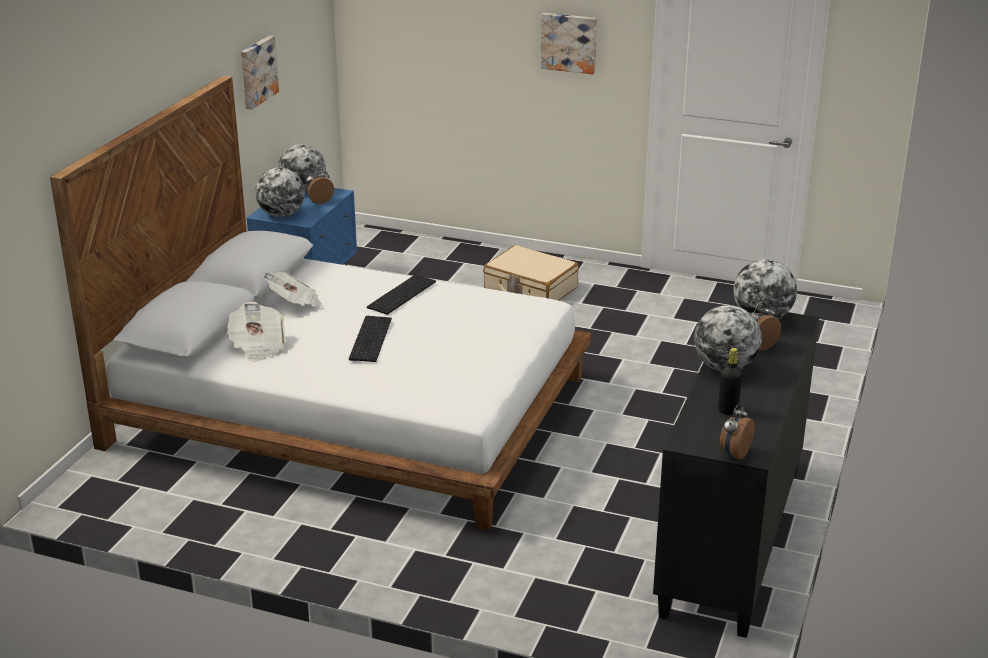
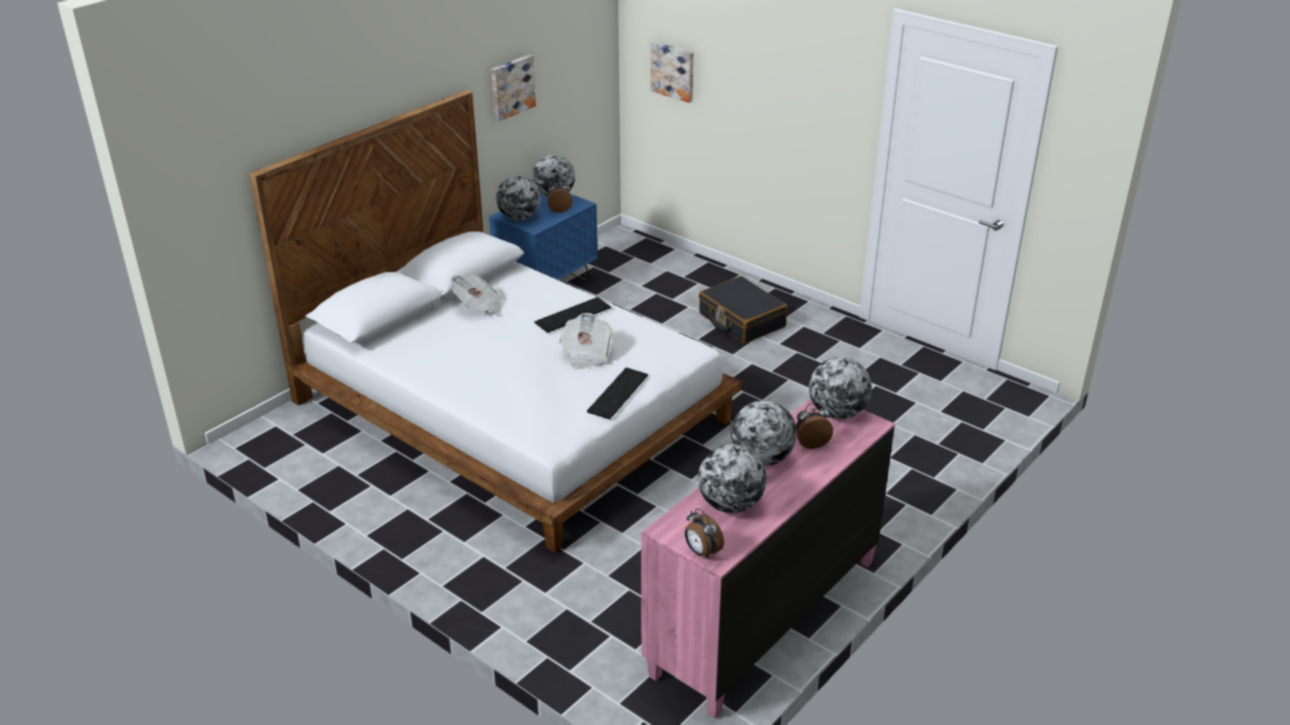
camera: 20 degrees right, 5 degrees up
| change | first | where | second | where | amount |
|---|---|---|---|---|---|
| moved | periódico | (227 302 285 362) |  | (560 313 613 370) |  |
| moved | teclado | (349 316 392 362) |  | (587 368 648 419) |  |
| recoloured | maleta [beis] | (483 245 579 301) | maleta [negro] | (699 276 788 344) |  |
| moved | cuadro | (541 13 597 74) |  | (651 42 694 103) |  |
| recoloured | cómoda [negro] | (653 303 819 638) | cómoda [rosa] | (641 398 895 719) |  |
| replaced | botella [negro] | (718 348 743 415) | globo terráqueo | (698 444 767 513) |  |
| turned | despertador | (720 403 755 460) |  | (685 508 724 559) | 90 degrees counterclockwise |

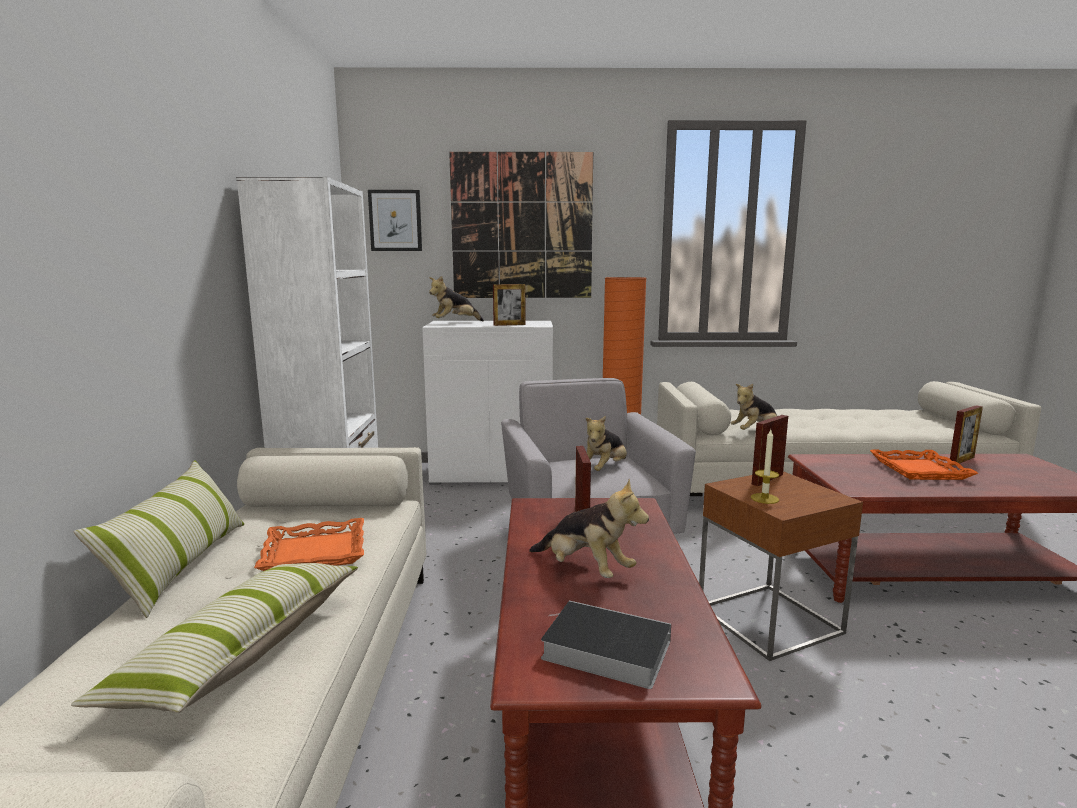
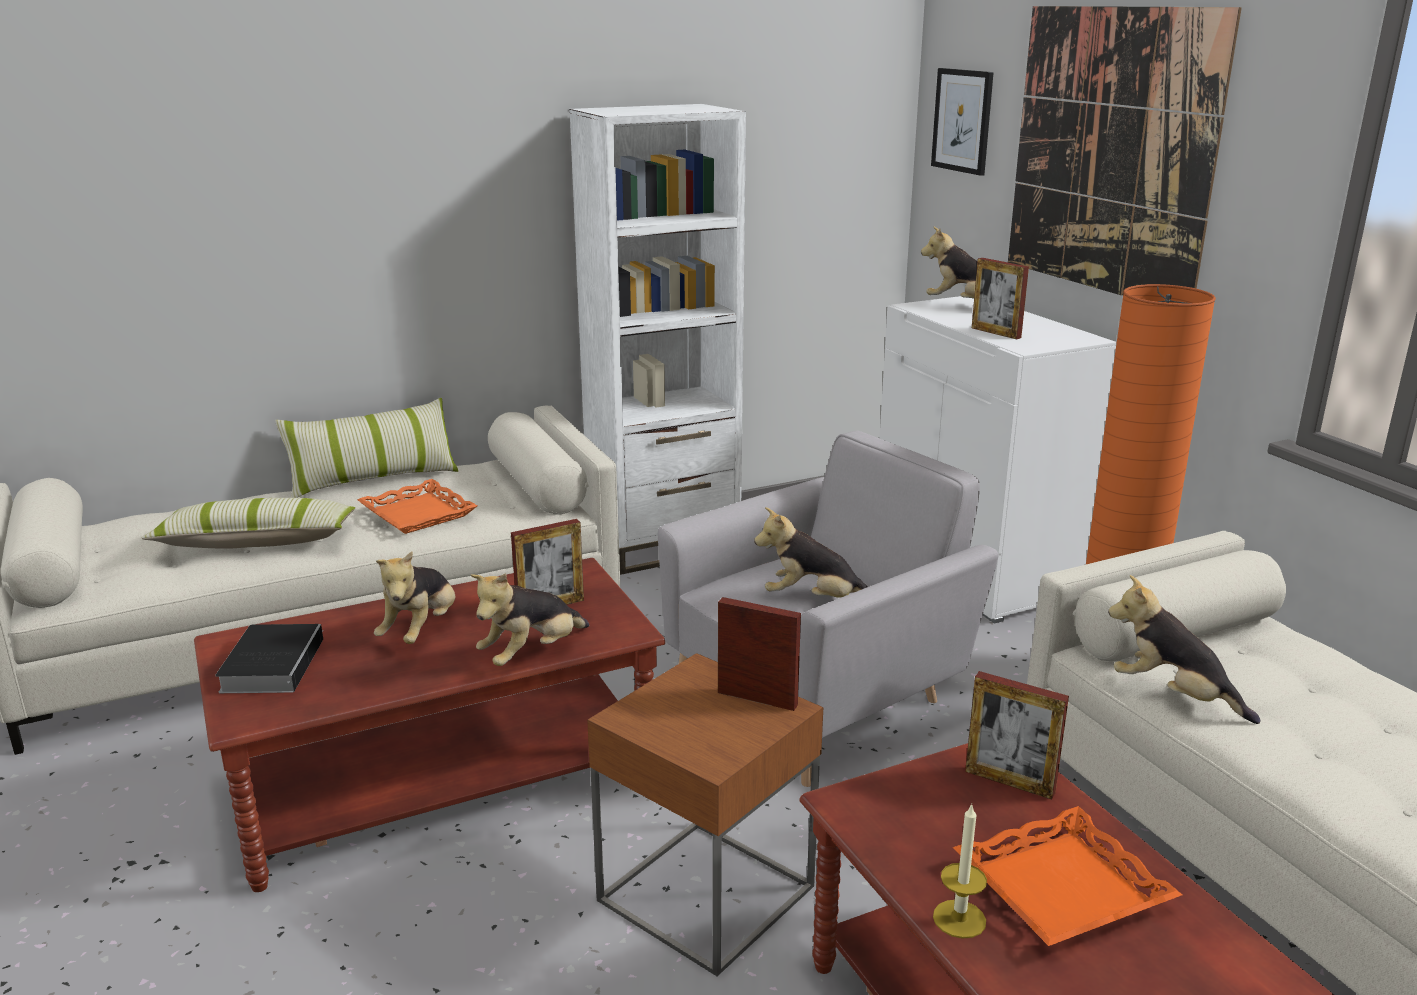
camera: 65 degrees right, 10 degrees up
| change | first | where | second | where | amount |
|---|---|---|---|---|---|
| moved | vela | (751 430 779 504) |  | (933 804 987 939) |  |
| moved | portarretratos | (950 405 983 464) |  | (965 671 1069 800) |  |
| added |  |  | peluche | (470 573 589 666) |  |

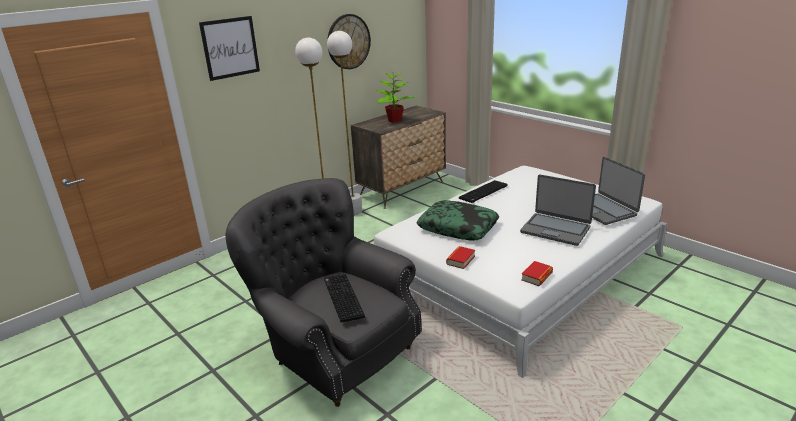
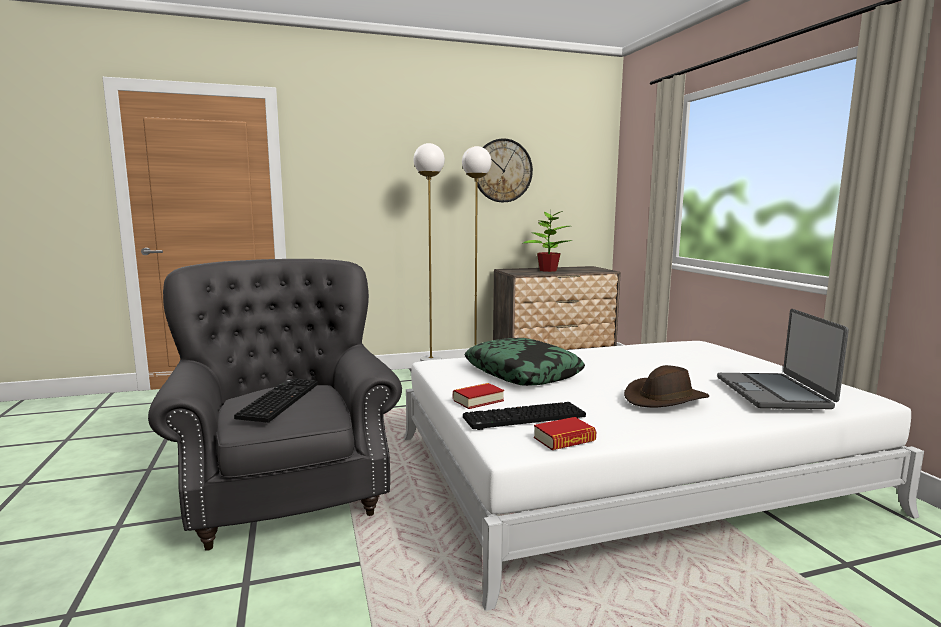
camera: 25 degrees right, 15 degrees down
| change | first | where | second | where | amount |
|---|---|---|---|---|---|
| removed | cuadro | (199 16 260 81) |  |  |  |
| moved | teclado | (459 180 508 203) |  | (463 402 586 430) |  |
| replaced | portátil | (520 175 596 246) | sombrero [marrón] | (624 365 709 408) |  |

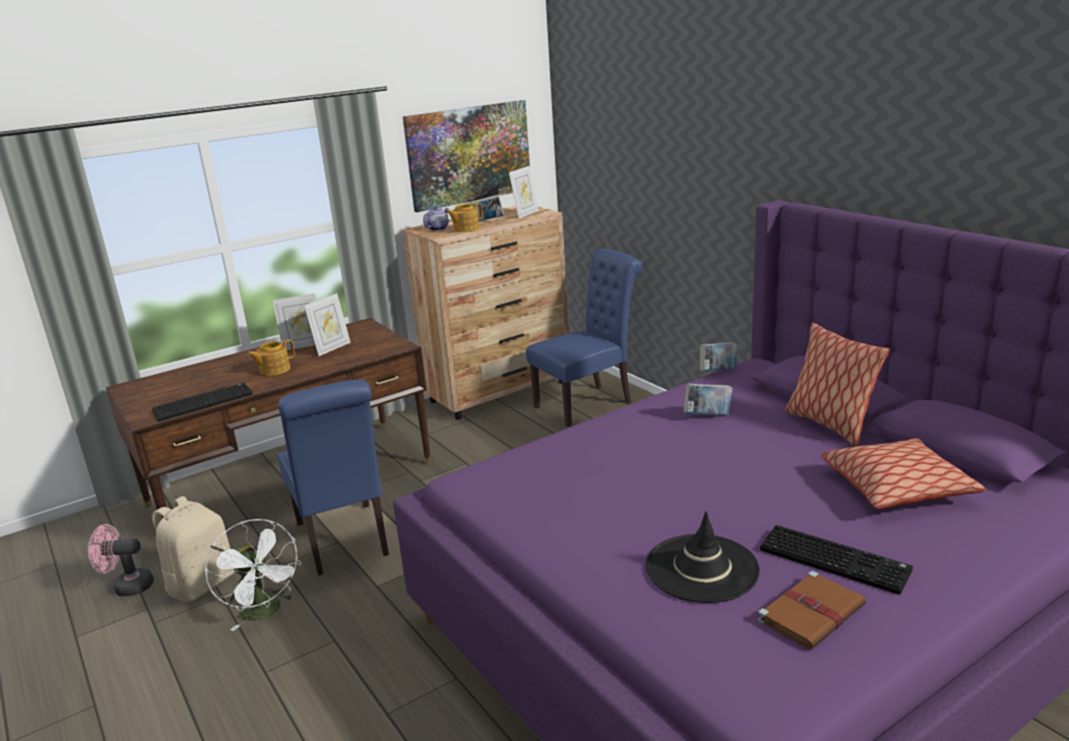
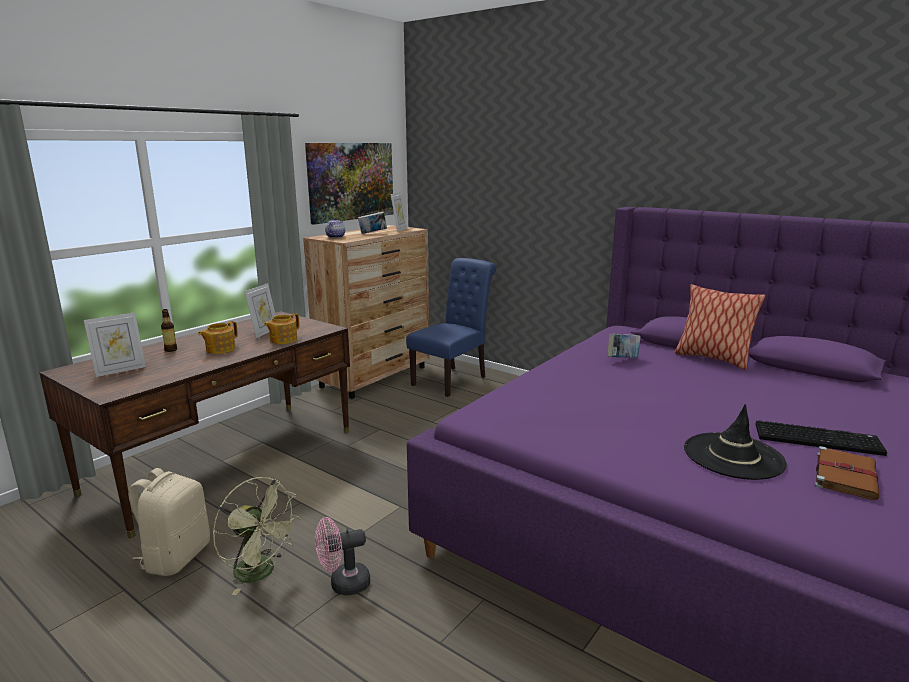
camera: 20 degrees left, 5 degrees down
| change | first | where | second | where | amount |
|---|---|---|---|---|---|
| moved | ventilador [rosa] | (88 524 154 596) |  | (315 517 370 596) |  |
| removed | teclado | (152 383 253 422) |  |  |  |
| recoloured | ventilador [blanco] | (205 519 301 631) | ventilador [verde] | (212 477 301 595) |  |
| moved | portarretratos | (273 293 316 350) |  | (84 312 146 377) |  |
| removed | silla [azul] | (277 380 389 576) |  |  |  |
| moved | tetera | (446 203 482 232) |  | (264 313 300 344) |  |
| removed | libro | (700 342 737 371) |  |  |  |
| removed | cojín | (821 438 986 509) |  |  |  |
| added |  |  | botella | (161 309 177 352) |  |

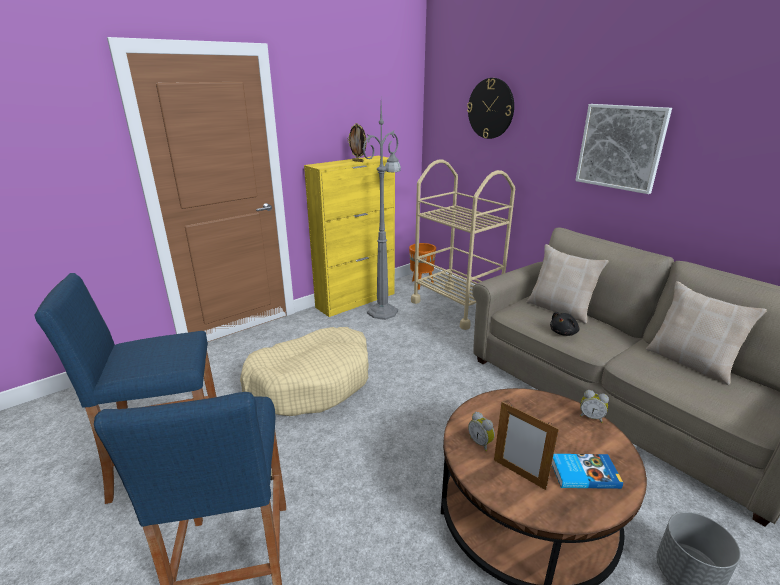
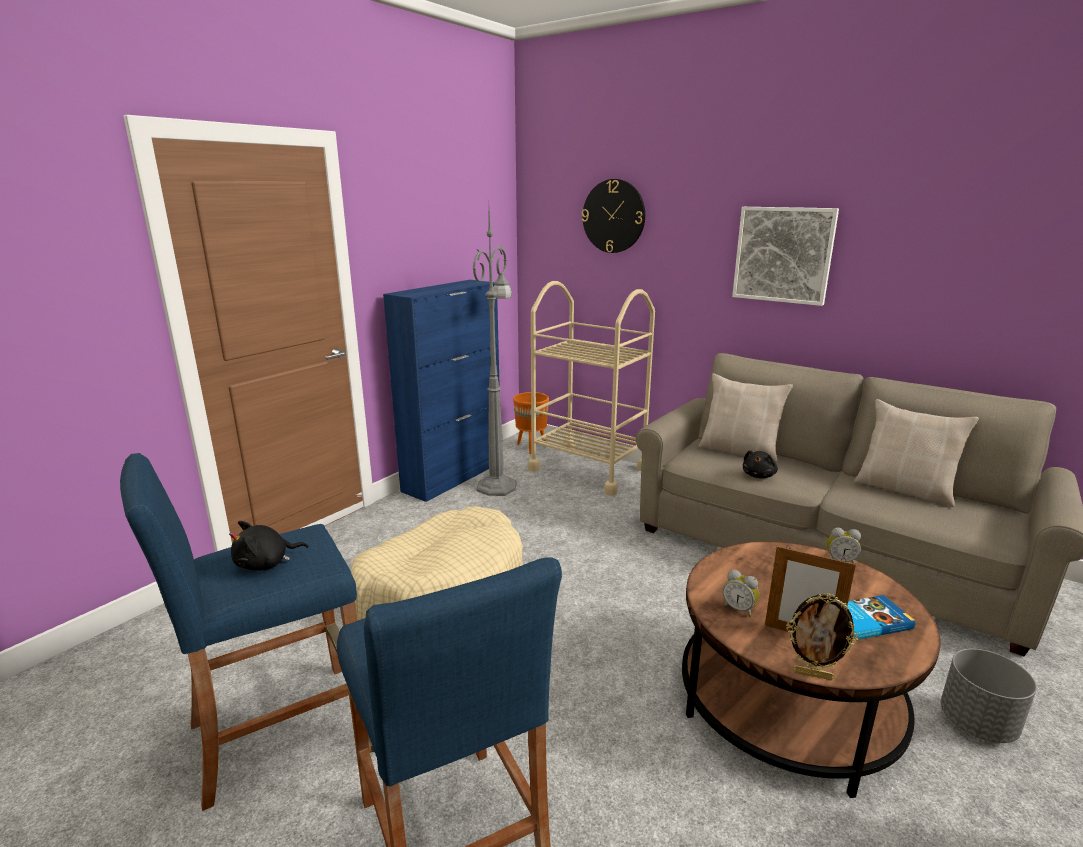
camera: 15 degrees left, 5 degrees down
| change | first | where | second | where | amount |
|---|---|---|---|---|---|
| recoloured | armario [amarillo] | (304 156 395 317) | armario [azul] | (383 280 500 502) |  |
| moved | portarretratos | (348 123 367 162) |  | (786 593 859 680) |  |
| added |  |  | peluche [negro] | (229 521 309 571) |  |

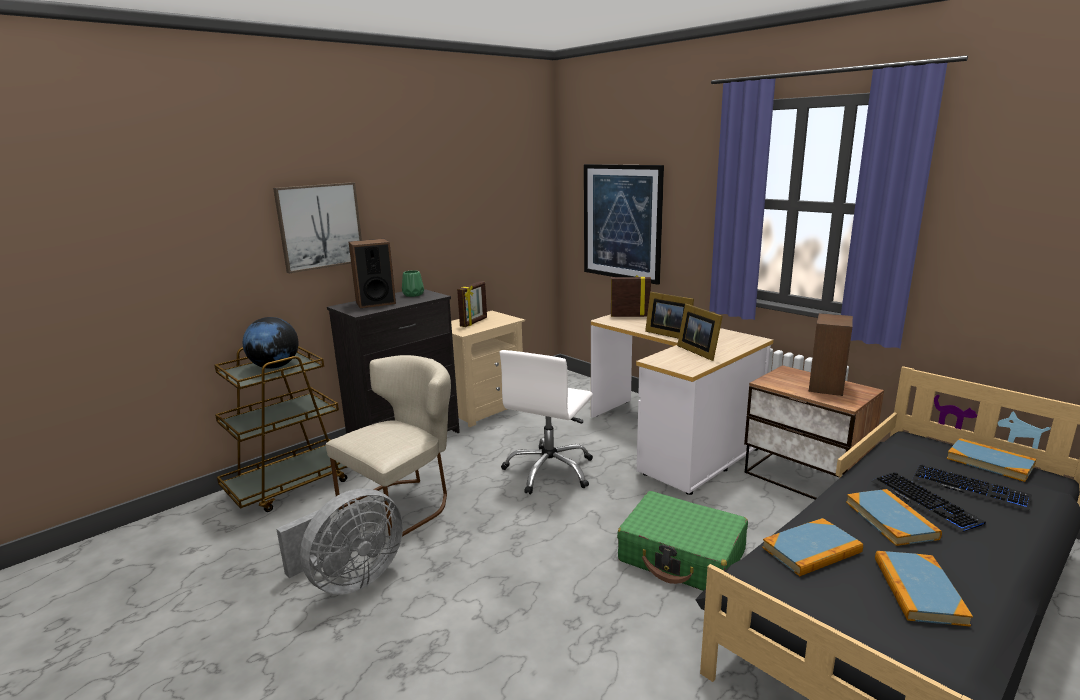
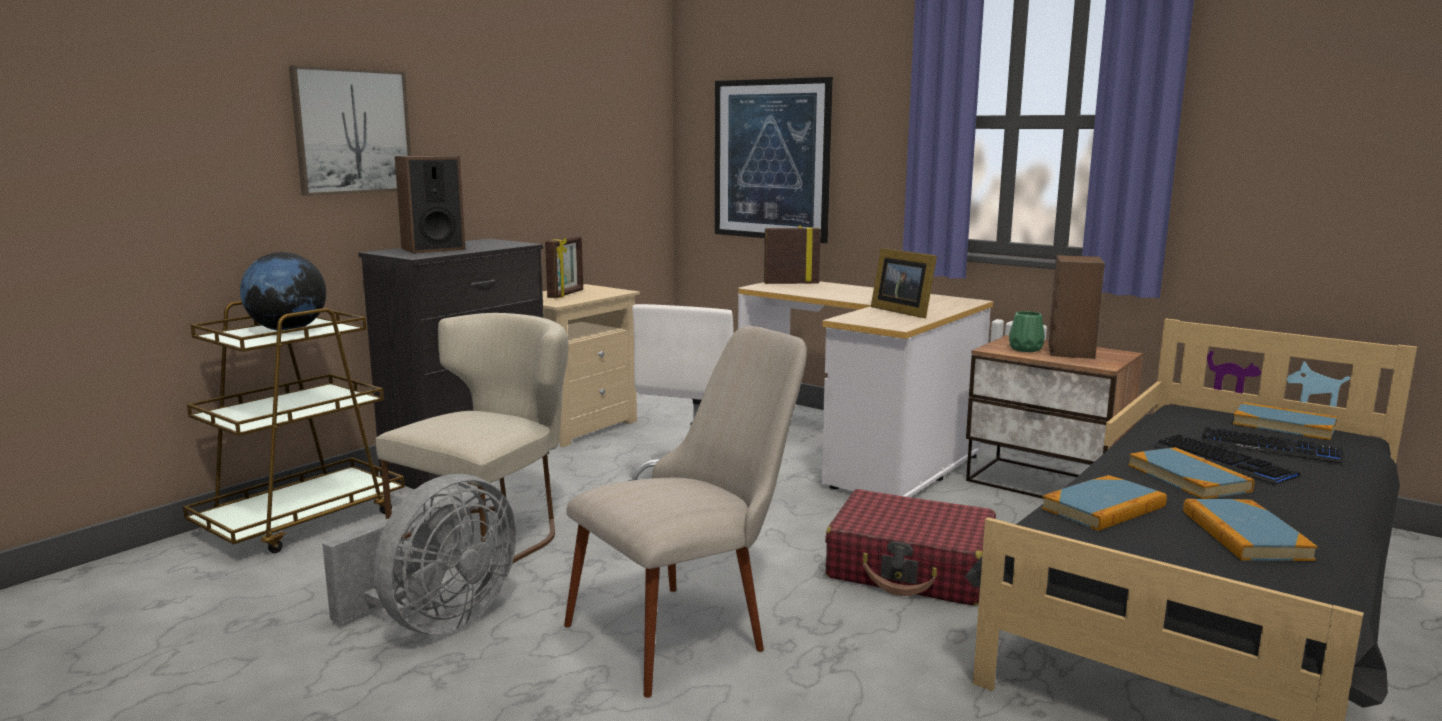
camera: 10 degrees left, 5 degrees down
| change | first | where | second | where | amount |
|---|---|---|---|---|---|
| moved | florero [verde] | (402 270 424 297) |  | (1009 311 1045 352) |  |
| recoloured | maleta [verde] | (617 491 748 591) | maleta [rojo] | (825 489 996 606) |  |
| removed | portarretratos | (645 292 694 339) |  |  |  |
| added |  |  | silla [beis] | (564 326 807 698) |  |

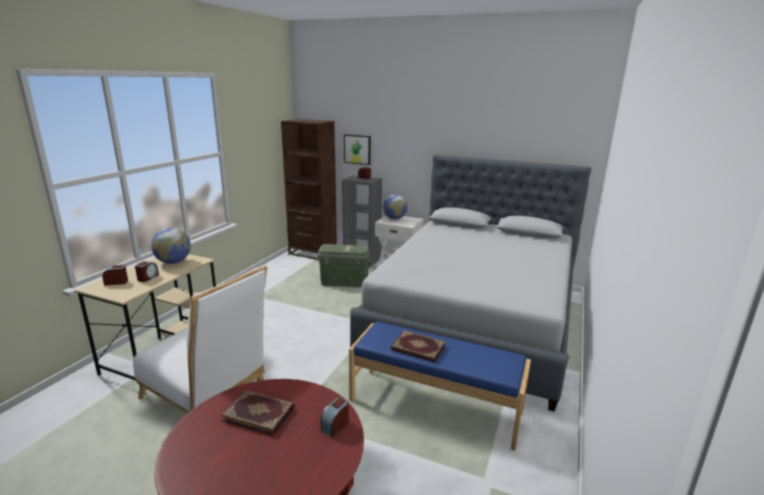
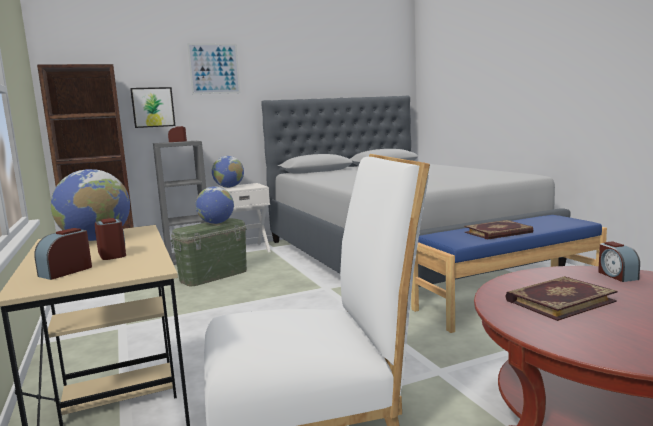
camera: 45 degrees left, 10 degrees down
| change | first | where | second | where | amount |
|---|---|---|---|---|---|
| added |  |  | cuadro | (187 43 240 94) |  |
| added |  |  | globo terráqueo | (196 186 234 224) |  |

